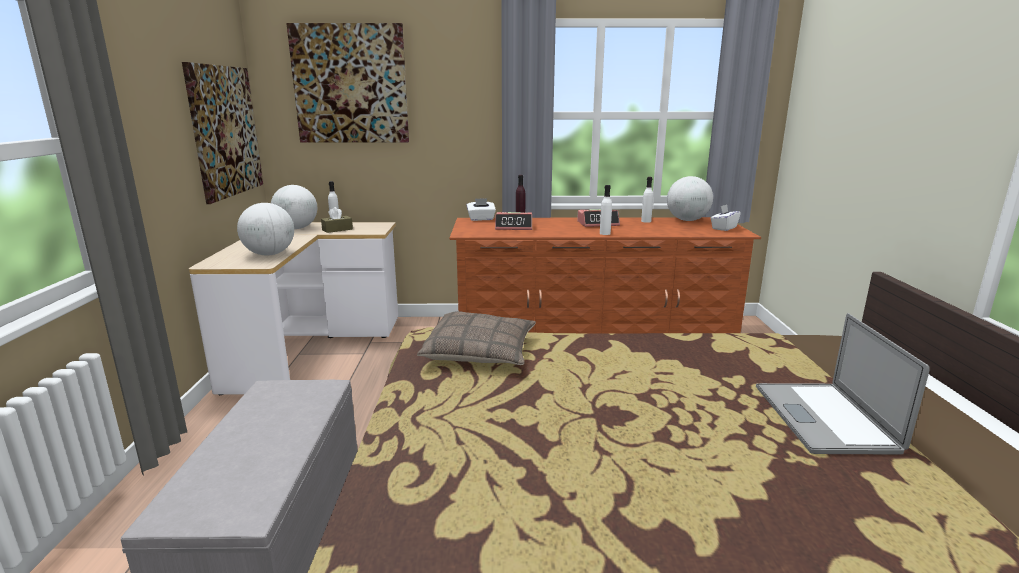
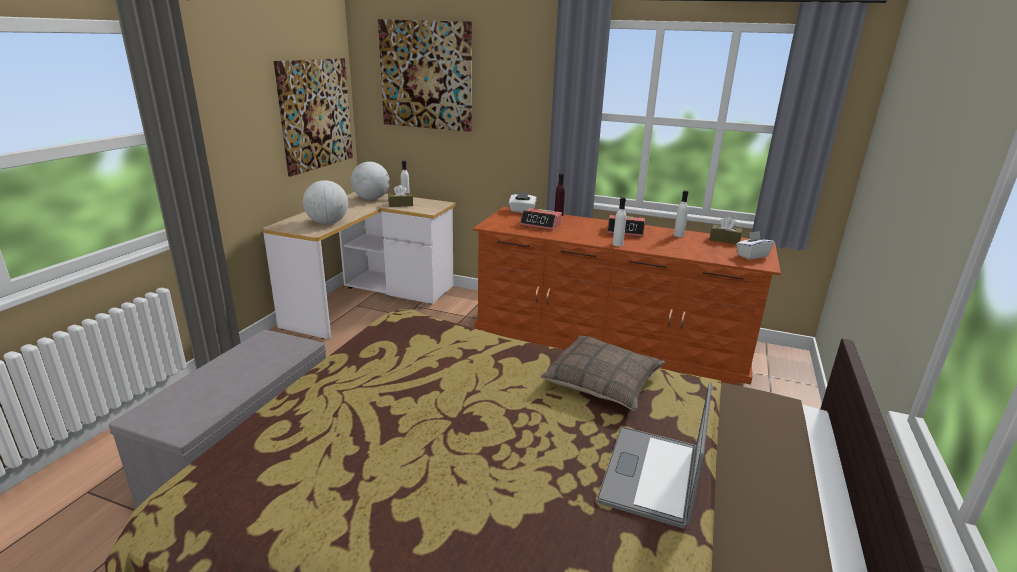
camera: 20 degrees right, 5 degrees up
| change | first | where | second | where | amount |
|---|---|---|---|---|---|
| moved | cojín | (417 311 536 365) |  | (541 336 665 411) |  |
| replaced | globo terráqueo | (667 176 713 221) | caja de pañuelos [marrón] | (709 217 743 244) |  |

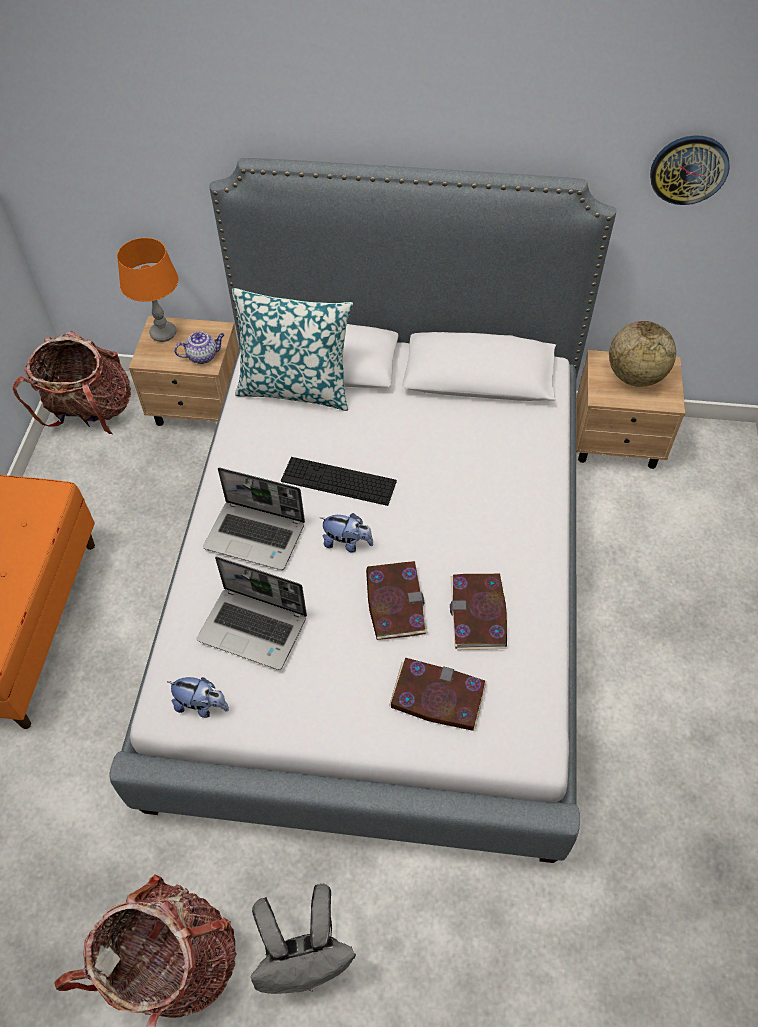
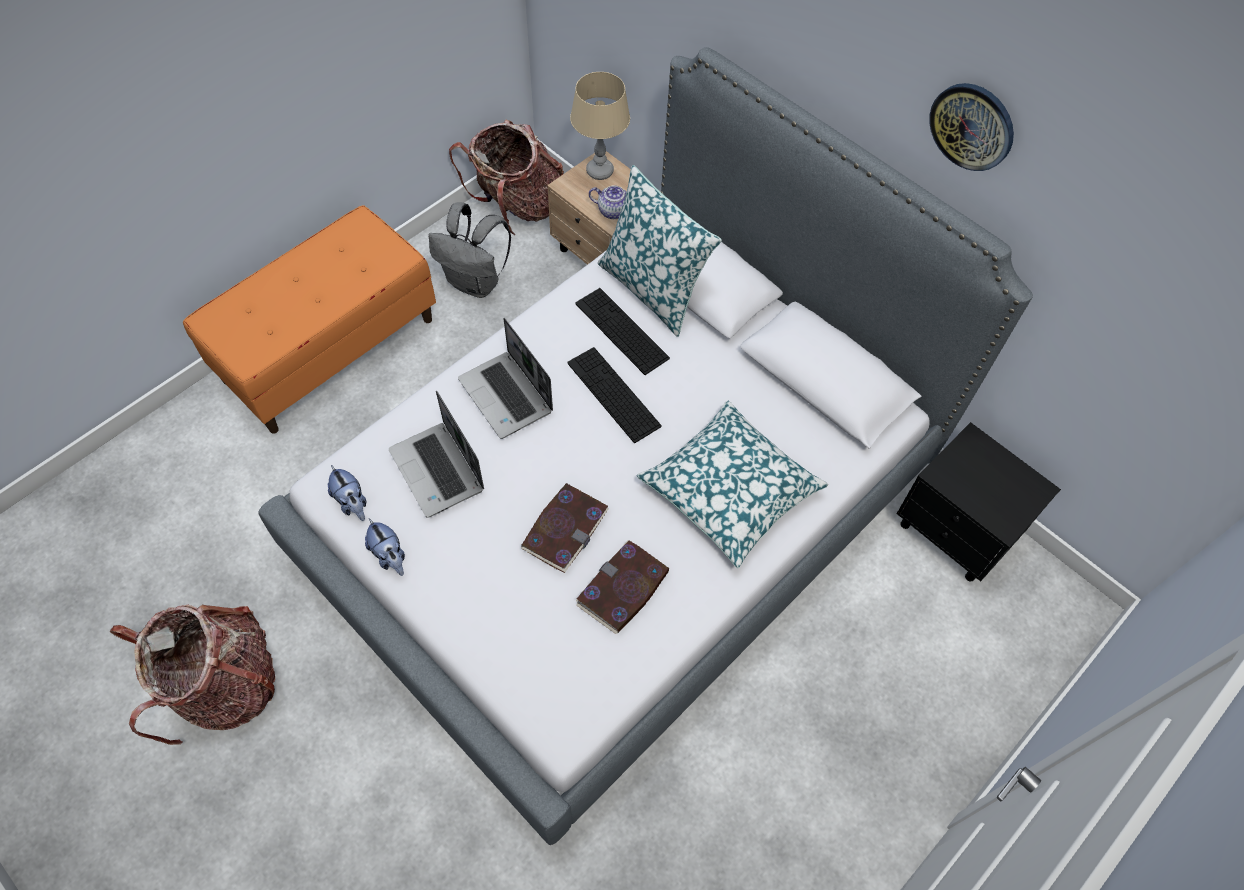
camera: 35 degrees right, 5 degrees up
| change | first | where | second | where | amount |
|---|---|---|---|---|---|
| recoloured | lámpara de mesa [naranja] | (117 238 179 342) | lámpara de mesa [beis] | (570 72 630 180) |  |
| moved | mochila [gris] | (251 883 356 994) |  | (428 202 511 298) |  |
| moved | peluche | (321 513 373 552) |  | (365 518 405 576) |  |
| removed | libro | (389 658 487 731) |  |  |  |
| recoloured | mesita de noche [beis] | (576 350 685 469) | mesita de noche [negro] | (896 422 1061 582) |  |
| removed | globo terráqueo | (609 321 676 387) |  |  |  |
| moved | reloj de pared | (650 135 730 205) |  | (929 83 1014 171) |  |
| added |  |  | teclado | (575 288 670 375) |  |
| added |  |  | cojín | (637 401 828 568) |  |

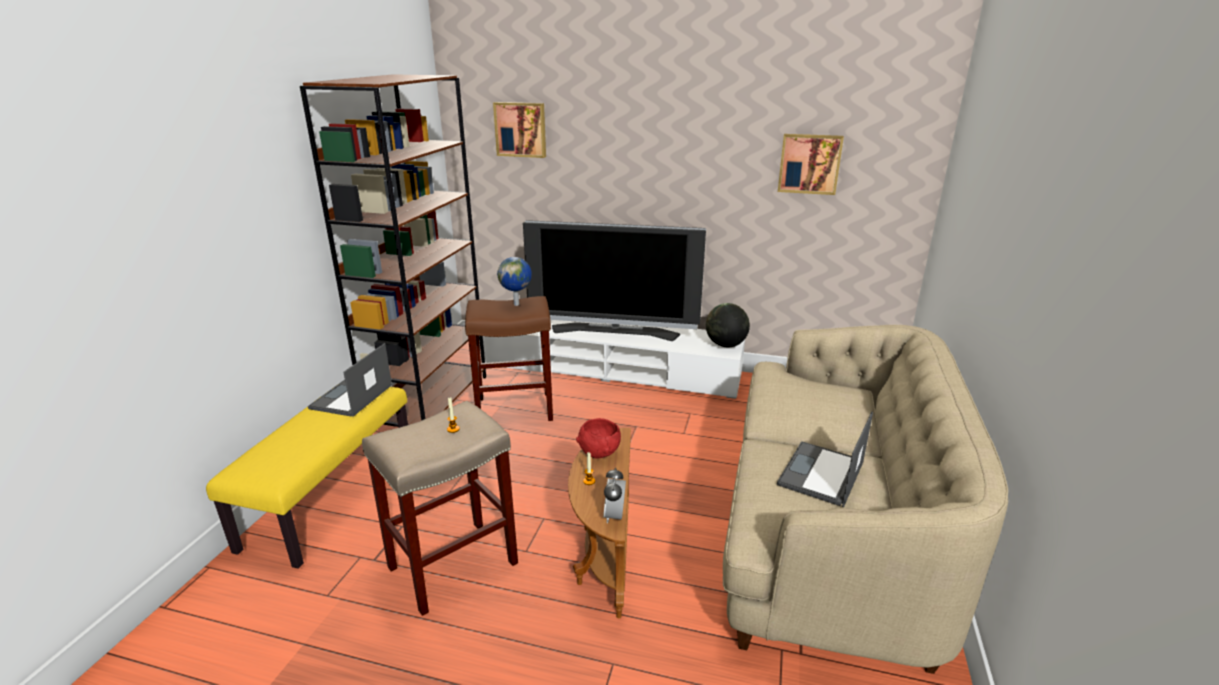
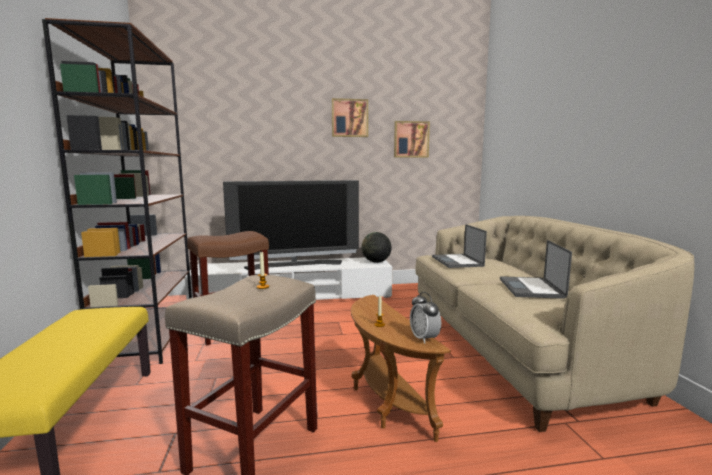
camera: 25 degrees left, 15 degrees down
| change | first | where | second | where | amount |
|---|---|---|---|---|---|
| moved | portátil | (308 343 392 417) |  | (432 224 487 268) |  |
| moved | cuadro | (493 102 546 158) |  | (332 98 368 137) |  |
| removed | globo terráqueo | (497 257 532 306) |  |  |  |
| removed | cuenco [rojo] | (576 418 621 459) |  |  |  |

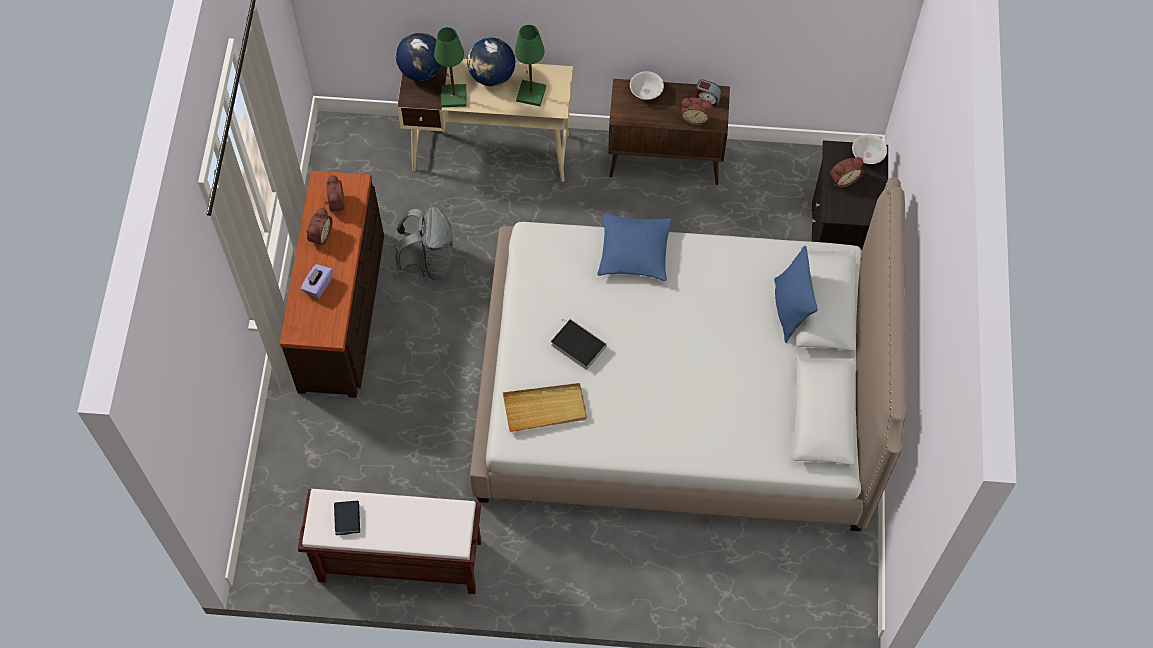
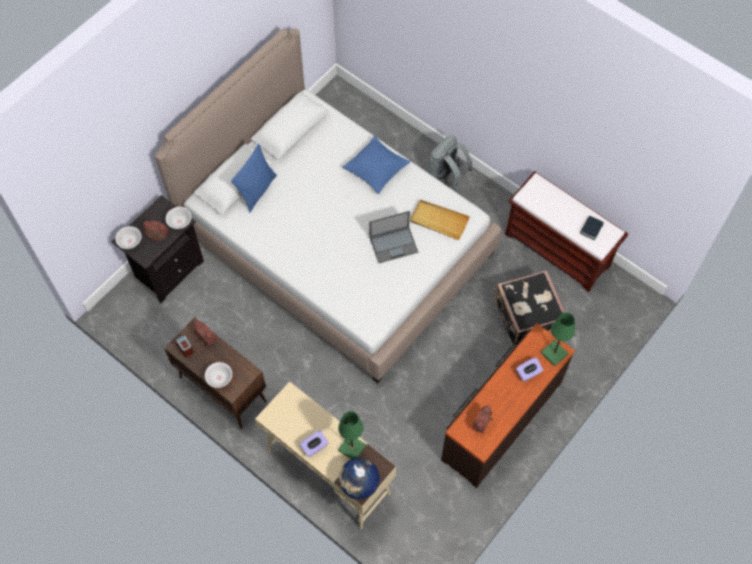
camera: 145 degrees left, 0 degrees up
| change | first | where | second | where | amount |
|---|---|---|---|---|---|
| removed | despertador | (306 208 332 247) |  |  |  |
| moved | mochila [gris] | (395 206 453 280) |  | (428 135 473 190) |  |
| replaced | globo terráqueo | (467 38 515 86) | caja de pañuelos [morado] | (300 430 329 457) |  |
| moved | lámpara de mesa [verde] | (515 25 546 106) |  | (541 313 575 366) |  |
| replaced | libro | (551 319 606 370) | portátil | (369 211 418 263) |  |
| moved | cojín [azul] | (597 213 672 281) |  | (343 136 410 194) |  |
| added |  |  | cuenco [blanco] | (166 207 191 229) |  |
| added |  |  | maleta [negro] | (495 270 565 347) |  |

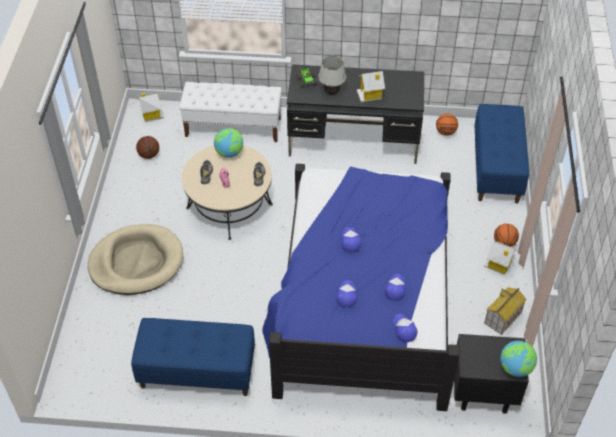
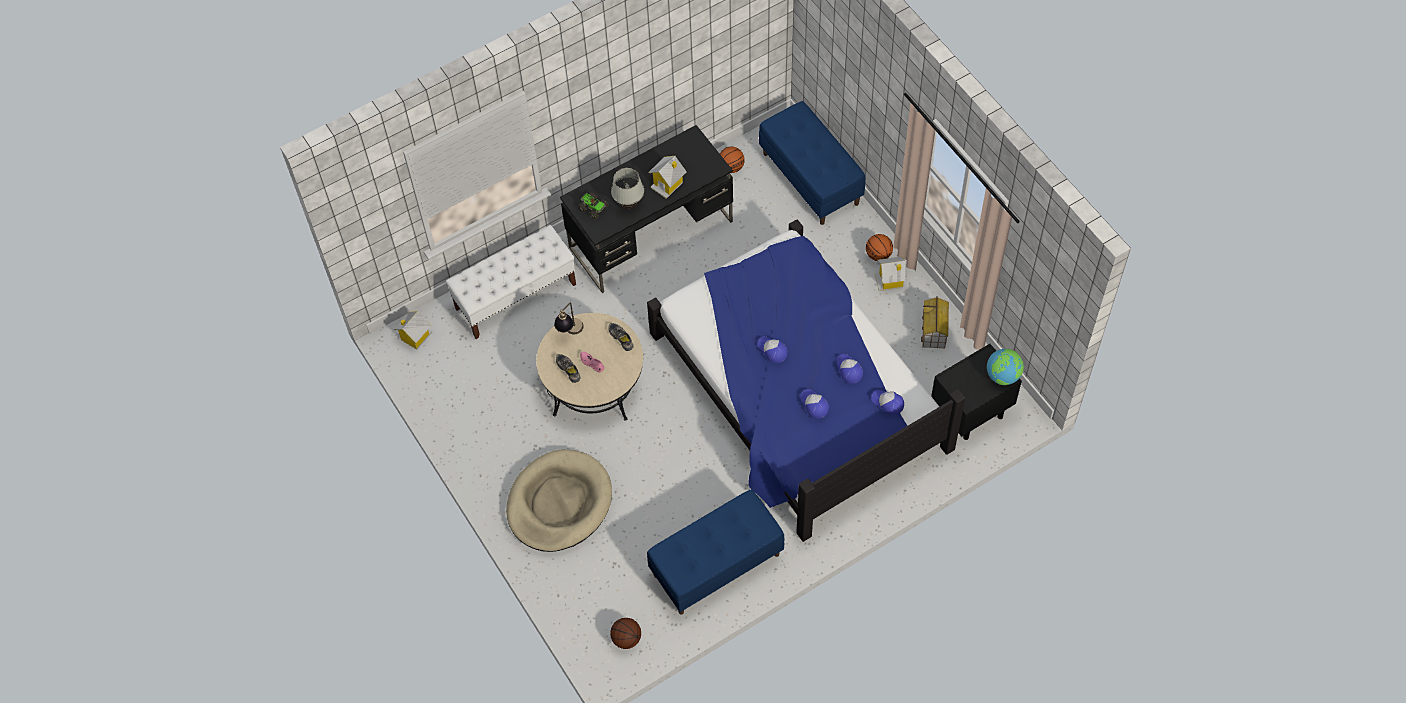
camera: 35 degrees left, 10 degrees up
| change | first | where | second | where | amount |
|---|---|---|---|---|---|
| moved | balón de baloncesto | (136 136 159 159) |  | (610 618 641 649) |  |
| replaced | globo terráqueo | (214 128 243 158) | lámpara de mesa | (554 303 584 334) |  |

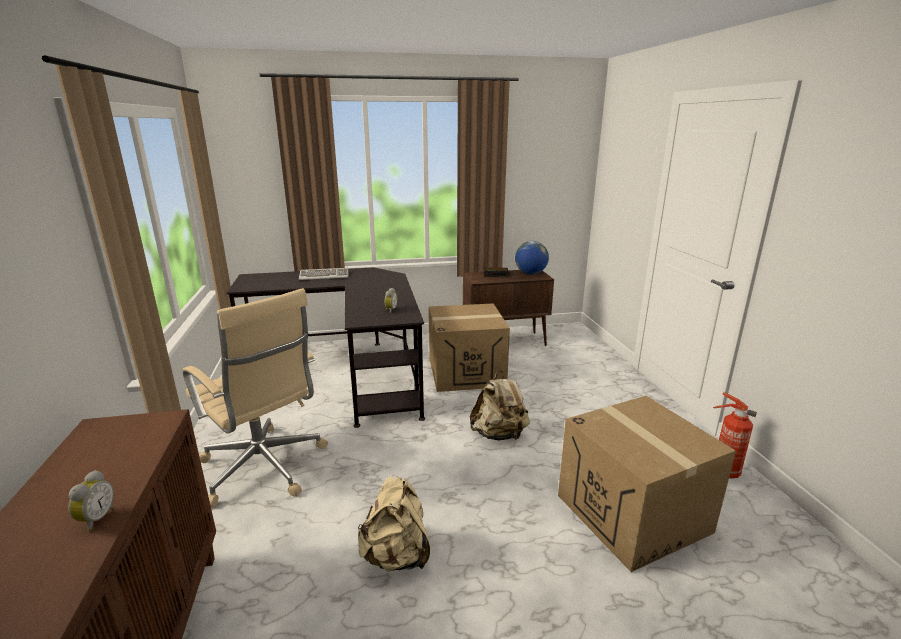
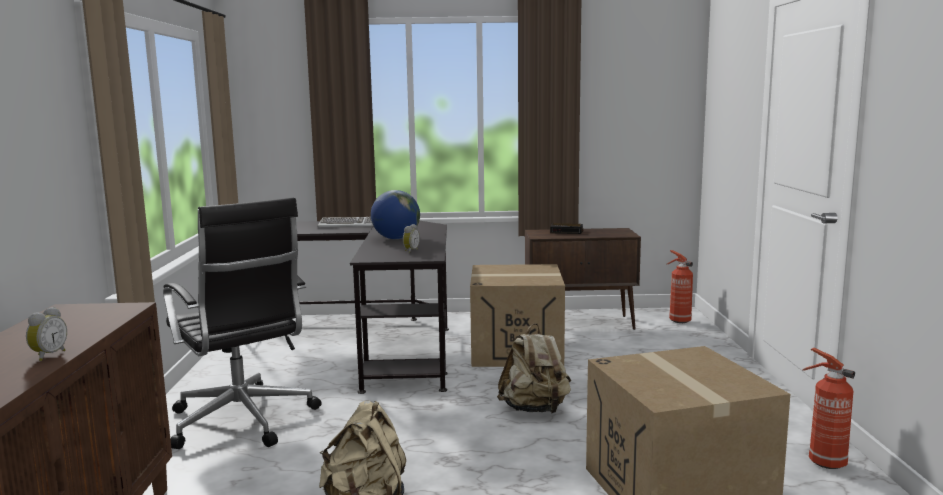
camera: 10 degrees right, 10 degrees down
| change | first | where | second | where | amount |
|---|---|---|---|---|---|
| recoloured | silla de oficina [beis] | (183 288 328 508) | silla de oficina [negro] | (163 198 321 449) |  |
| moved | globo terráqueo | (515 241 549 274) |  | (371 190 420 239) |  |
| added |  |  | extintor | (666 250 693 323) |  |

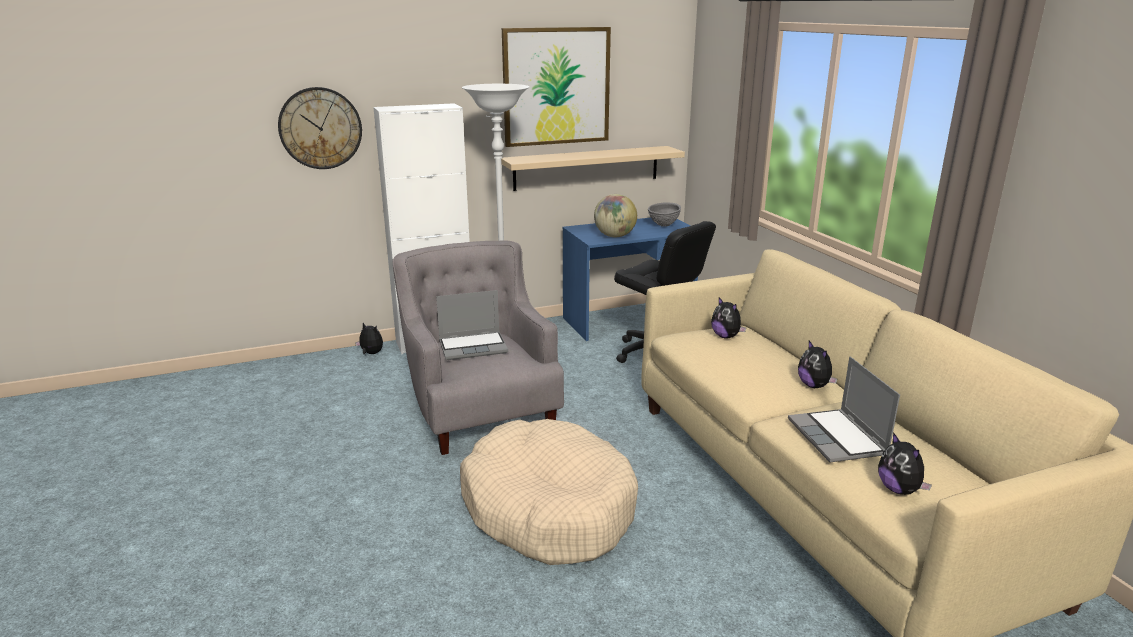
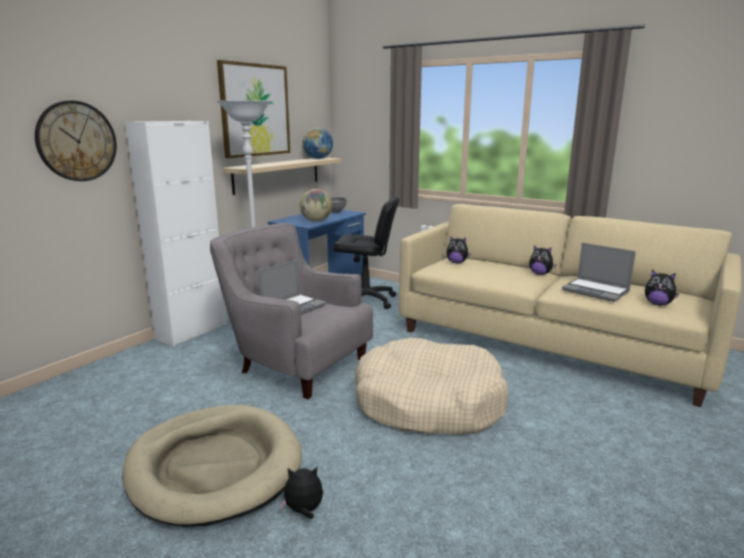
camera: 35 degrees left, 5 degrees down
| change | first | where | second | where | amount |
|---|---|---|---|---|---|
| moved | peluche | (355 323 383 354) |  | (280 467 323 519) |  |
| added |  |  | cama para perro [beis] | (122 405 302 527) |  |
| added |  |  | globo terráqueo | (303 128 333 159) |  |

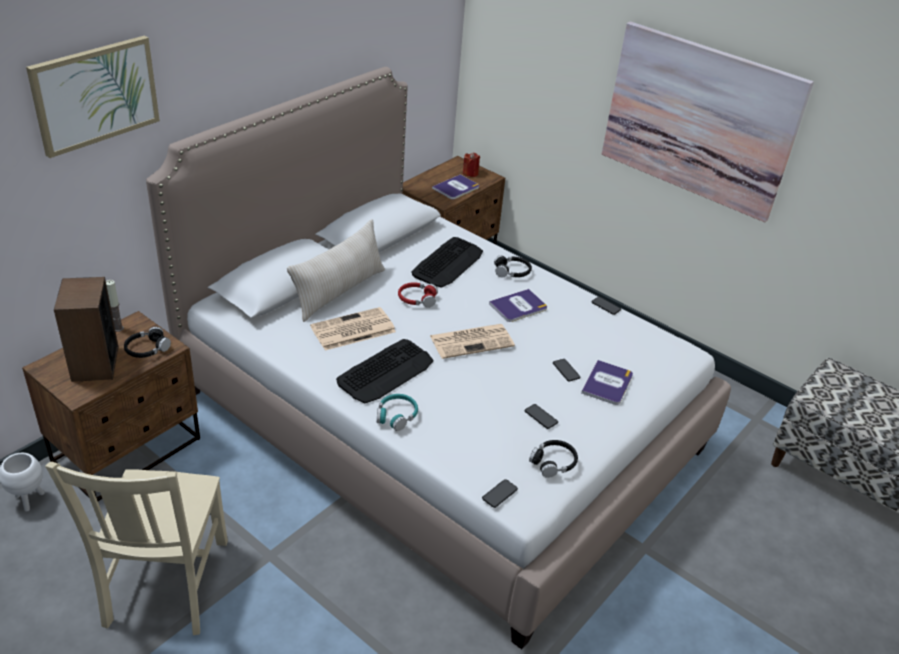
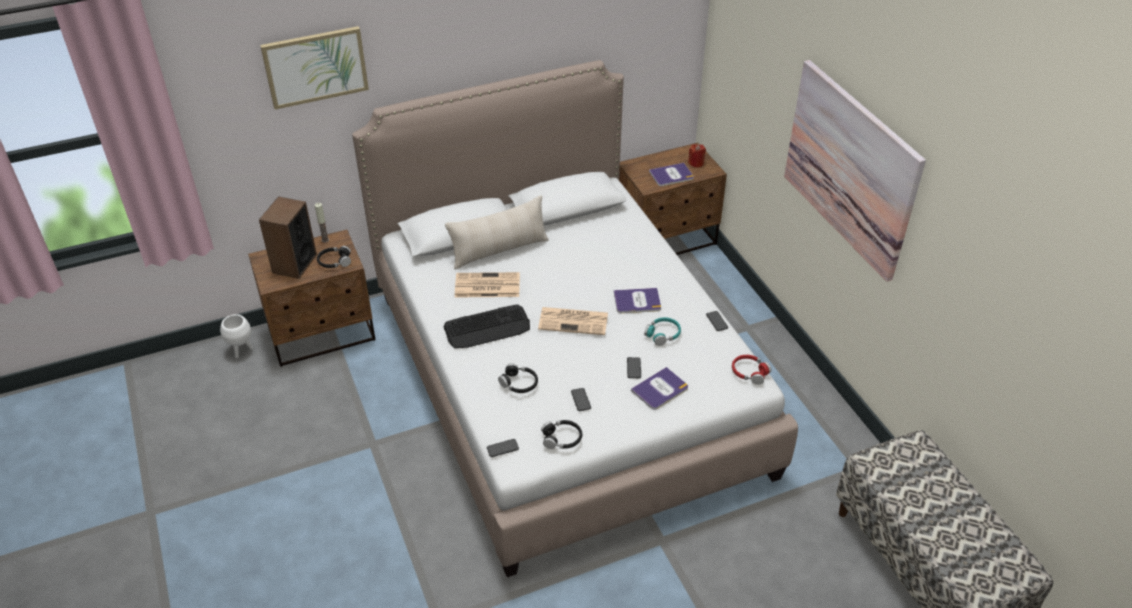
camera: 30 degrees right, 5 degrees up
| change | first | where | second | where | amount |
|---|---|---|---|---|---|
| removed | silla [beis] | (45 462 228 635) |  |  |  |
| moved | auriculares [turquesa] | (377 394 418 431) |  | (644 317 681 346) |  |
| moved | auriculares [rojo] | (398 282 438 308) |  | (732 355 771 385) |  |
| removed | teclado | (411 237 483 288) |  |  |  |
| moved | auriculares [negro] | (494 255 532 278) |  | (498 363 538 393) |  |

